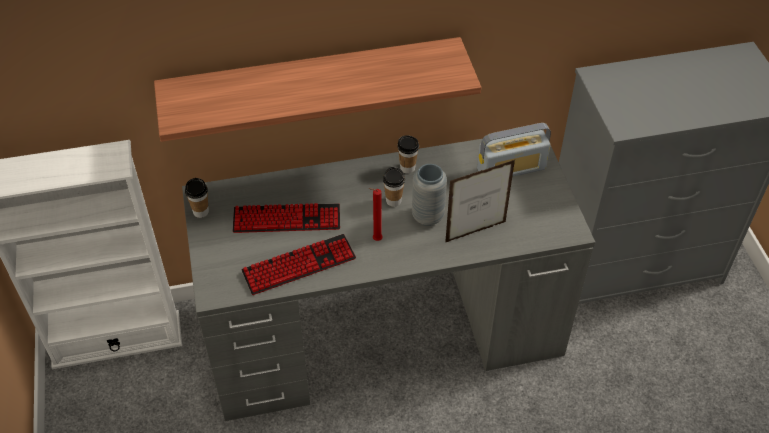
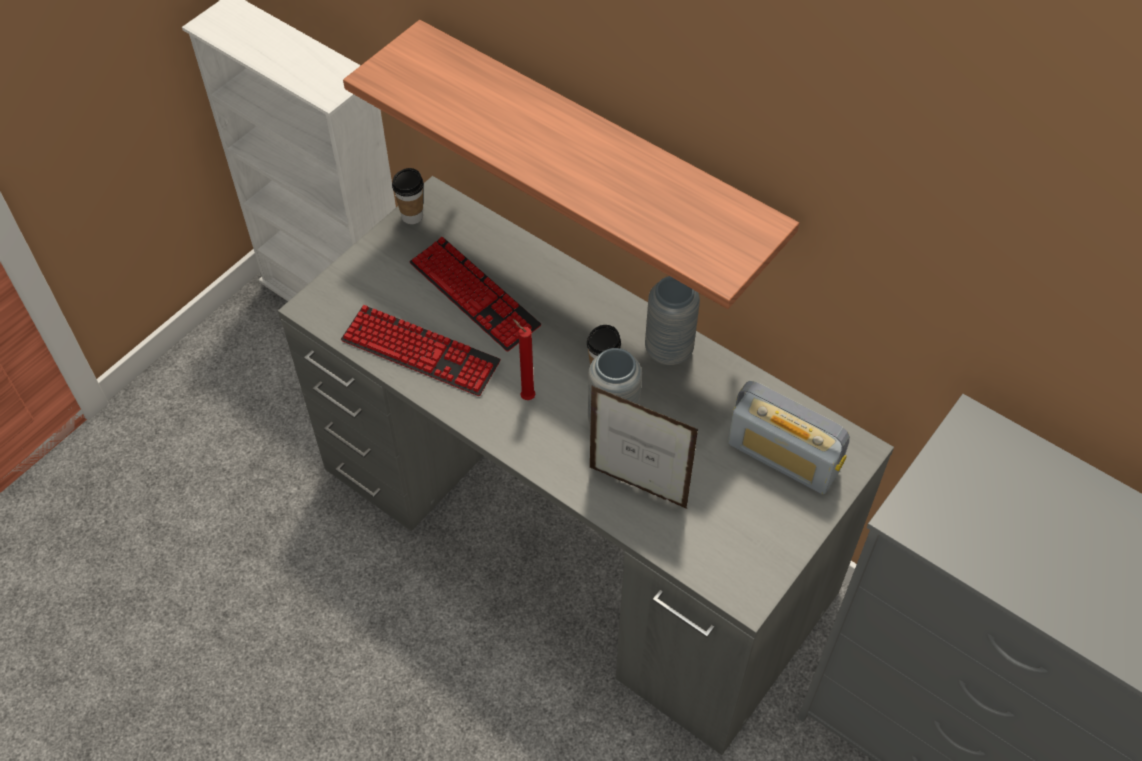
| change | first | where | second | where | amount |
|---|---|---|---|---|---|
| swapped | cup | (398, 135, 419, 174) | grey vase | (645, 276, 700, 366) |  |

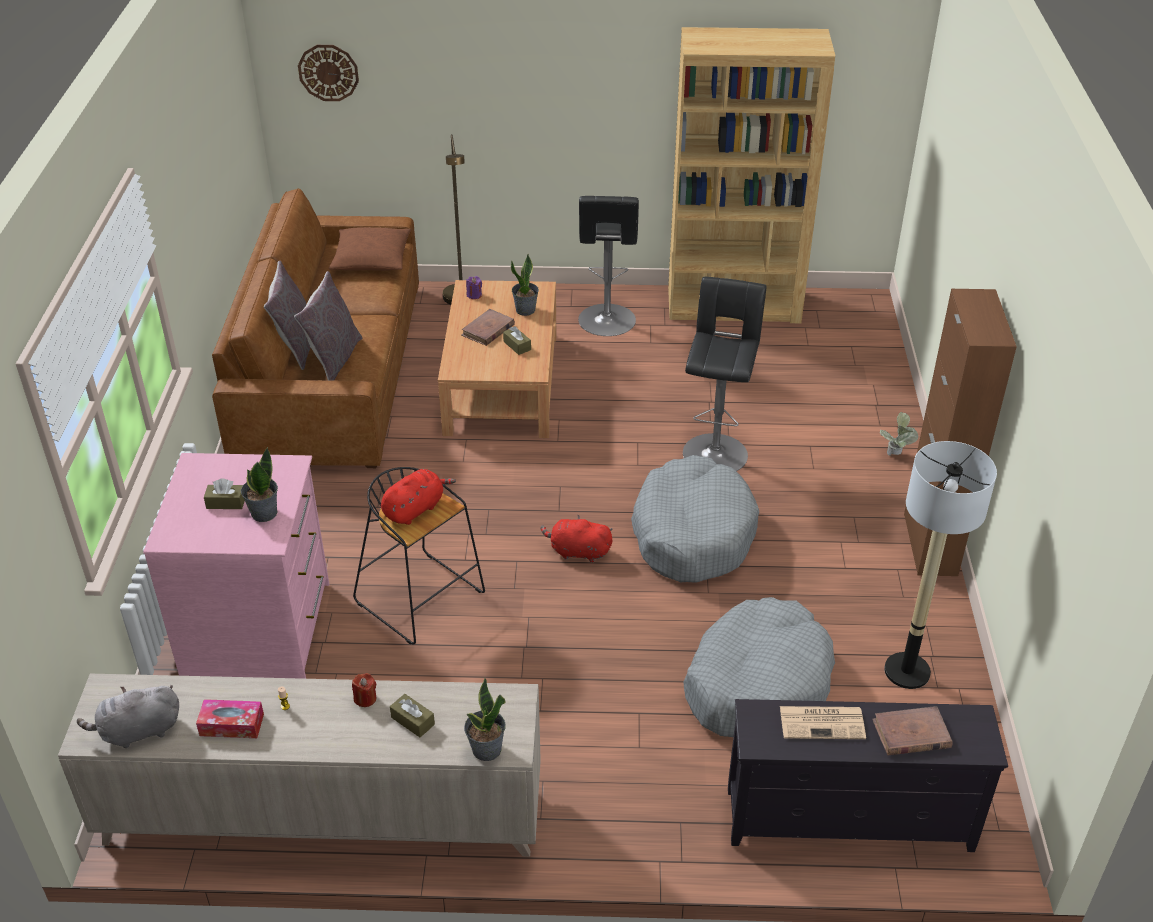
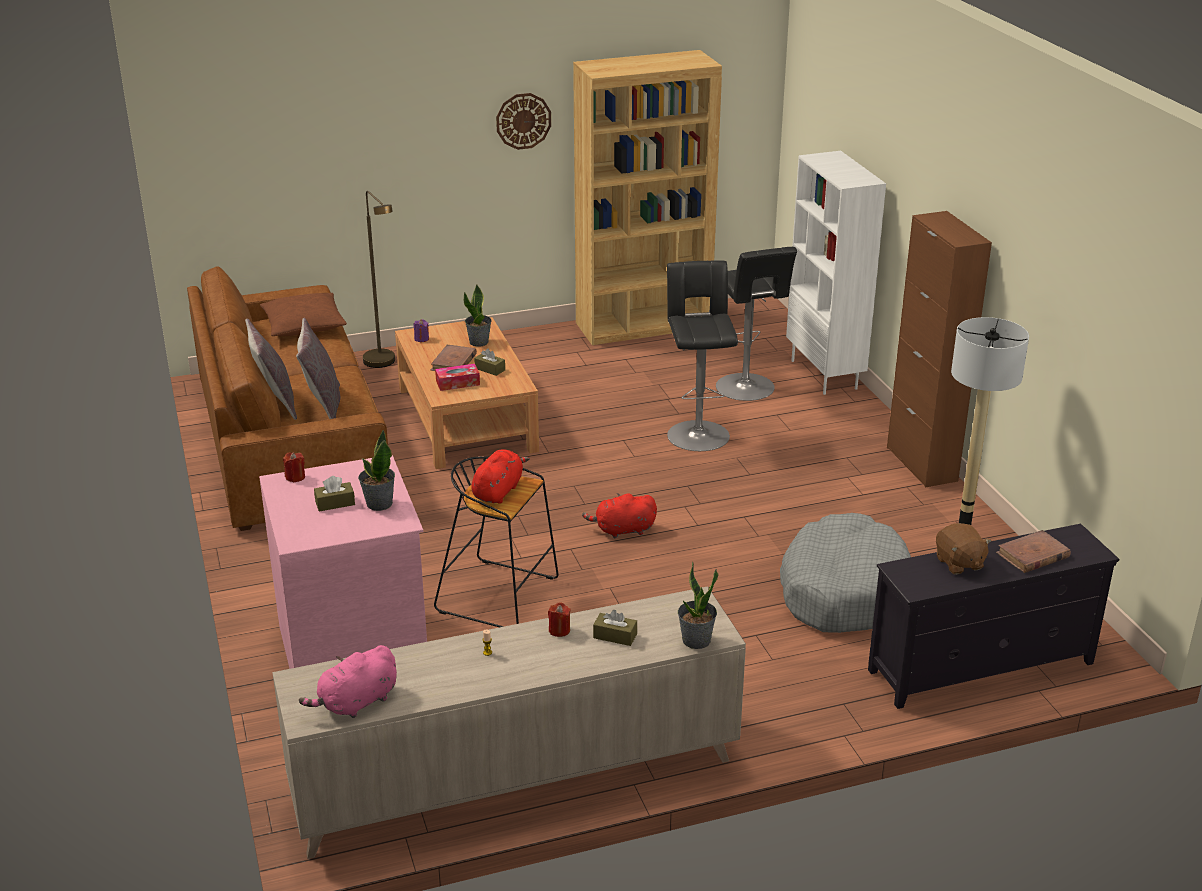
| change | first | where | second | where | amount |
|---|---|---|---|---|---|
| gone | grey dog bed | (631, 455, 759, 583) |  |  |  |
| gone | potted plant | (880, 412, 918, 455) |  |  |  |
| new |  |  | red candle | (283, 452, 305, 483) |  |
| new |  |  | white bookcase | (786, 151, 886, 395) |  |
| shifted | tissue box | (196, 699, 264, 738) |  | (435, 364, 480, 391) |  |
| shifted | wall clock | (298, 45, 359, 101) |  | (496, 93, 551, 150) |  |
| shifted | black stool | (578, 196, 639, 336) |  | (716, 247, 797, 401) |  |
| swapped | newspaper | (780, 706, 866, 739) | brown plush toy | (936, 523, 991, 575) |  |
| repainted | grey plush toy | (77, 685, 179, 748) | pink plush toy | (299, 645, 397, 718) |  |

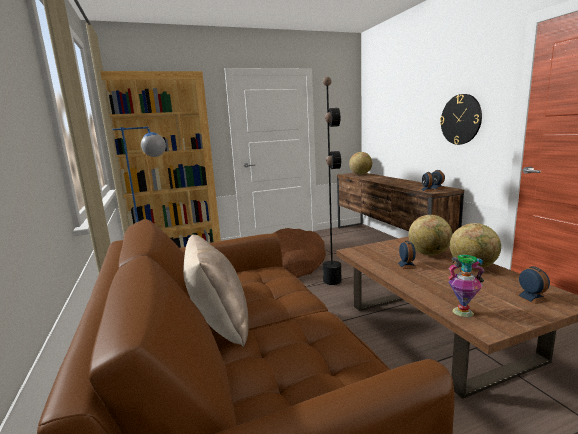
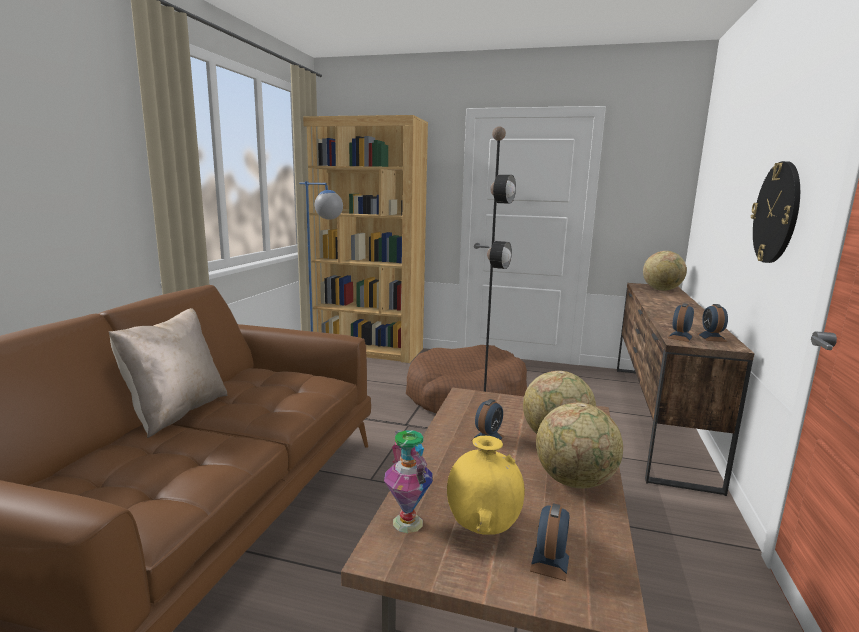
| change | first | where | second | where | amount |
|---|---|---|---|---|---|
| new |  |  | yellow vase | (447, 436, 525, 535) |  |

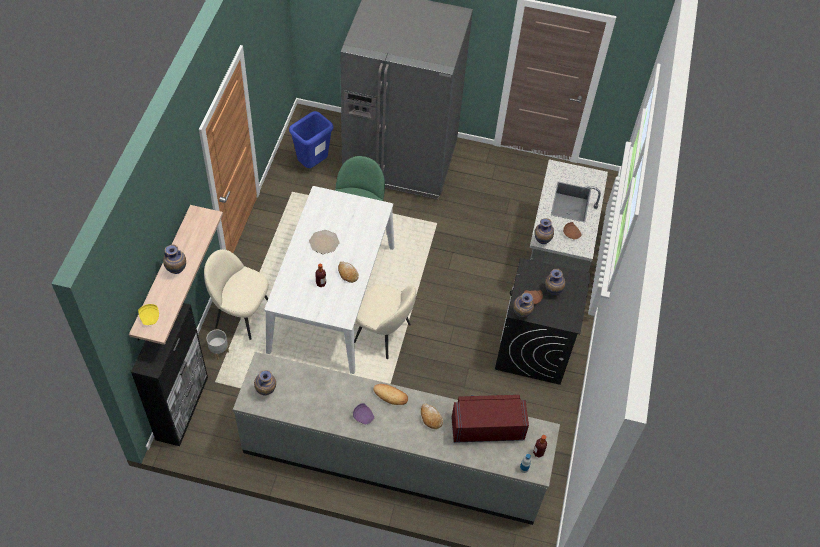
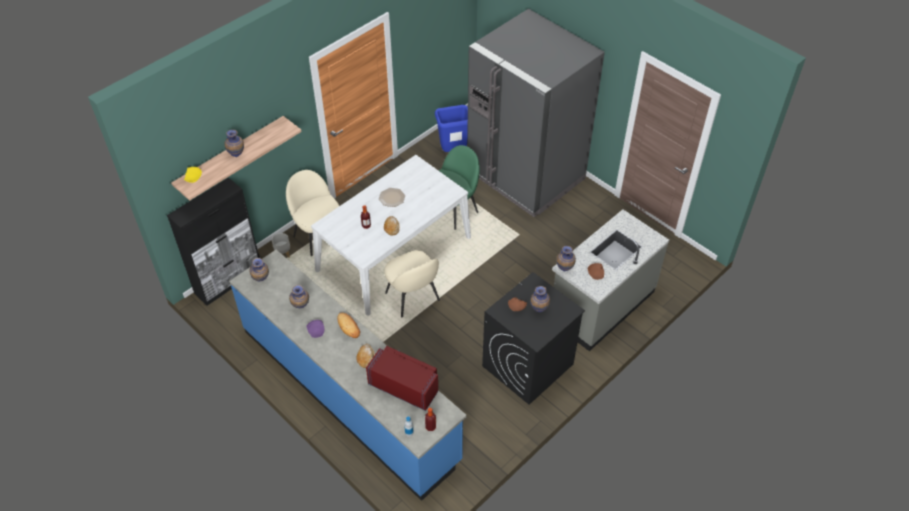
| change | first | where | second | where | amount |
|---|---|---|---|---|---|
| shifted | vase | (513, 293, 534, 317) |  | (289, 285, 309, 308) |  |
| repainted | grey counter | (233, 352, 560, 525) | blue counter | (229, 250, 467, 501) |  |

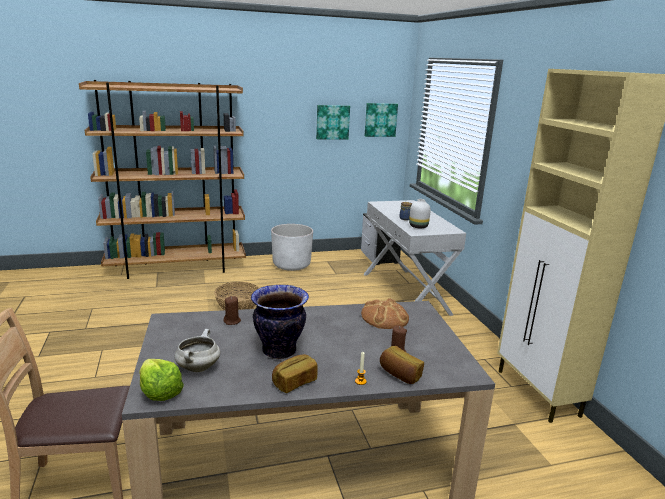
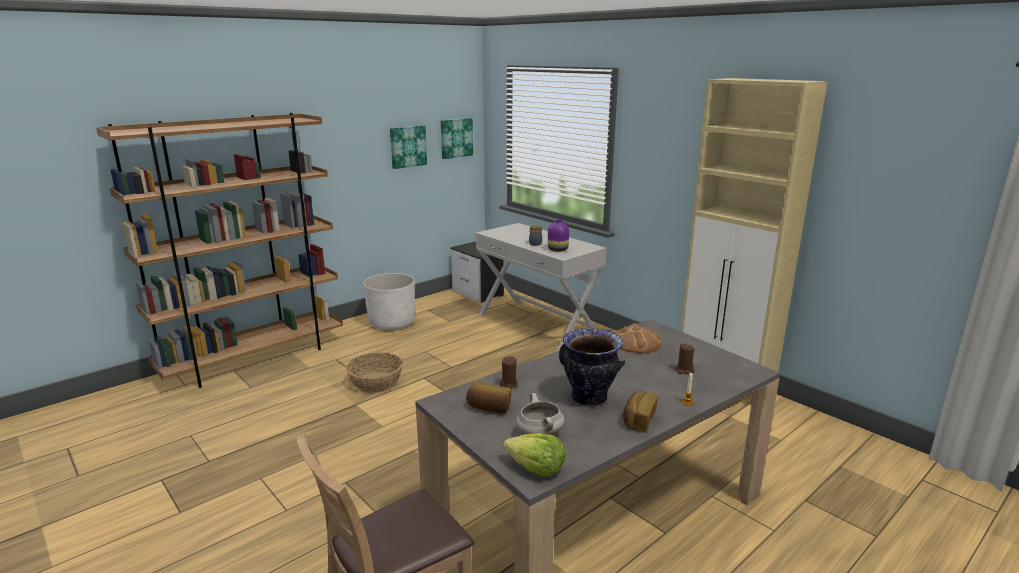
| change | first | where | second | where | amount |
|---|---|---|---|---|---|
| shifted | bread | (380, 346, 424, 384) |  | (466, 381, 511, 414) |  |
| repainted | white vase | (409, 199, 431, 228) | purple vase | (548, 220, 569, 252) |  |

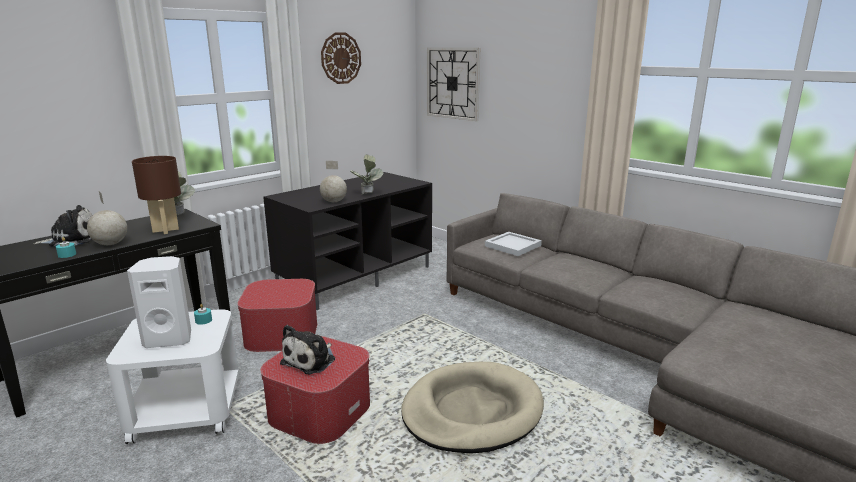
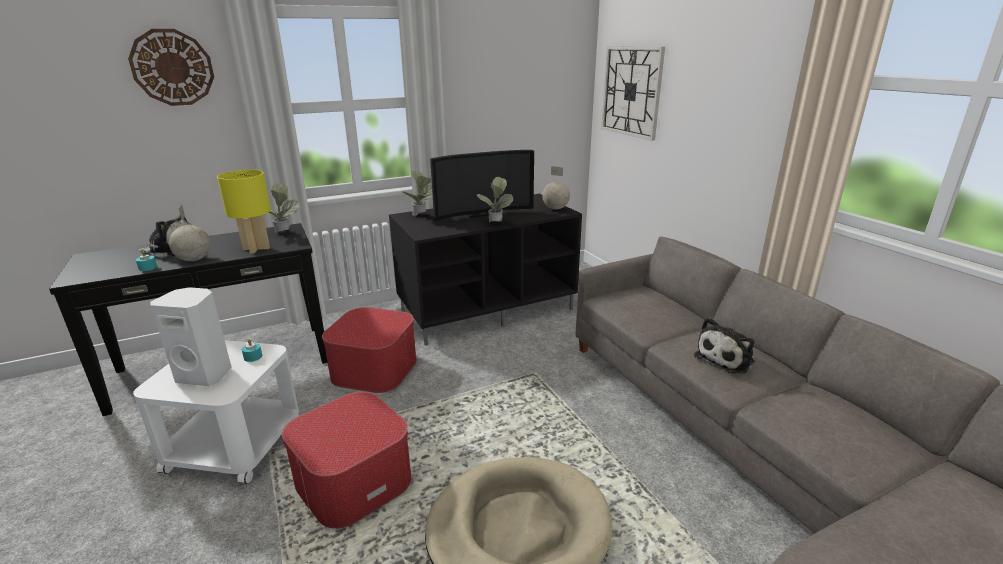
| change | first | where | second | where | amount |
|---|---|---|---|---|---|
| gone | white tray | (485, 232, 542, 256) |  |  |  |
| new |  |  | potted plant | (401, 171, 433, 216) |  |
| new |  |  | television | (430, 150, 534, 221) |  |
| shifted | plush toy | (280, 325, 335, 374) |  | (694, 318, 755, 374) |  |
| shifted | globe | (320, 161, 347, 202) |  | (542, 166, 570, 210) |  |
| shifted | wall clock | (321, 32, 361, 84) |  | (128, 29, 214, 106) |  |
| repainted | brown table lamp | (132, 156, 181, 234) | yellow table lamp | (217, 170, 271, 254) |  |

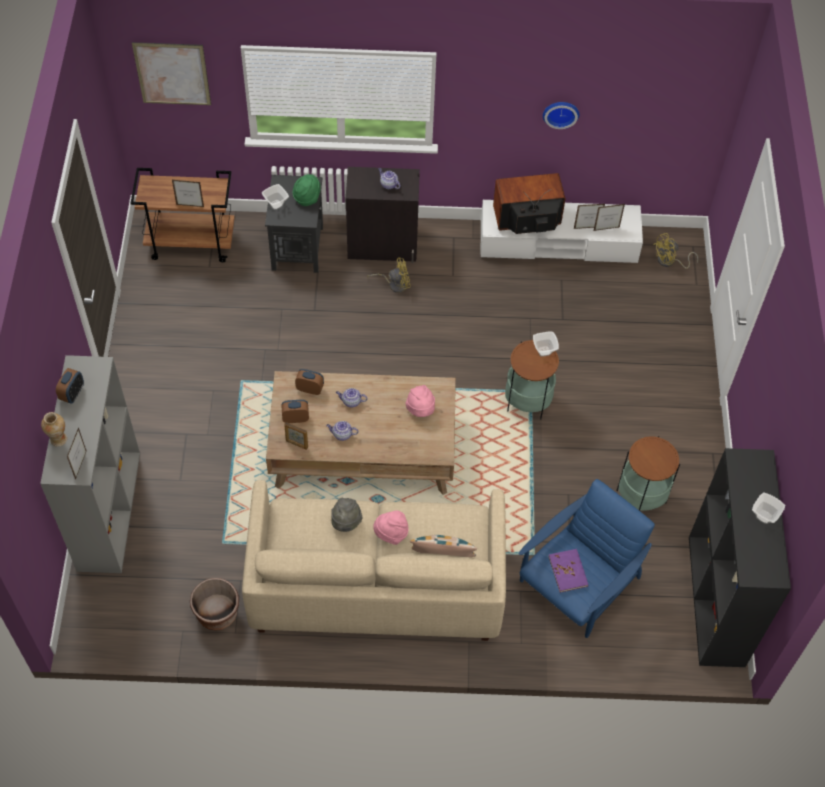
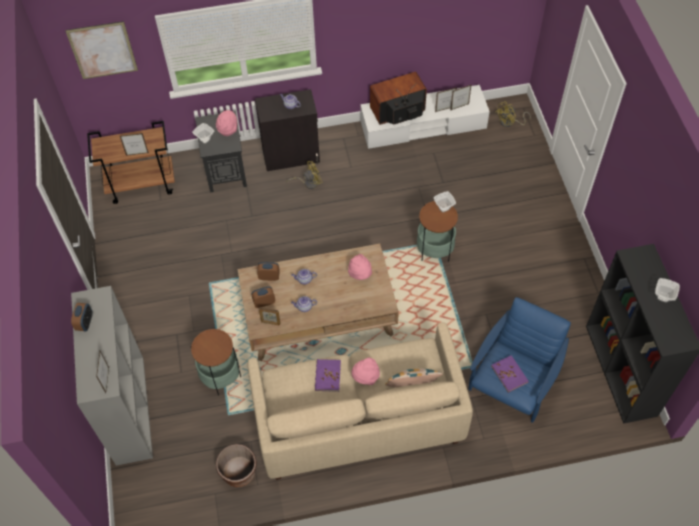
| change | first | where | second | where | amount |
|---|---|---|---|---|---|
| gone | vase | (41, 412, 67, 447) |  |  |  |
| gone | wall clock | (543, 102, 579, 129) |  |  |  |
| shifted | side table | (616, 436, 680, 511) |  | (190, 328, 241, 396) |  |
| swapped | grey hat | (331, 498, 363, 532) | purple book | (315, 359, 341, 392) |  |
| repainted | green hat | (293, 174, 320, 206) | pink hat | (216, 110, 237, 136) |  |

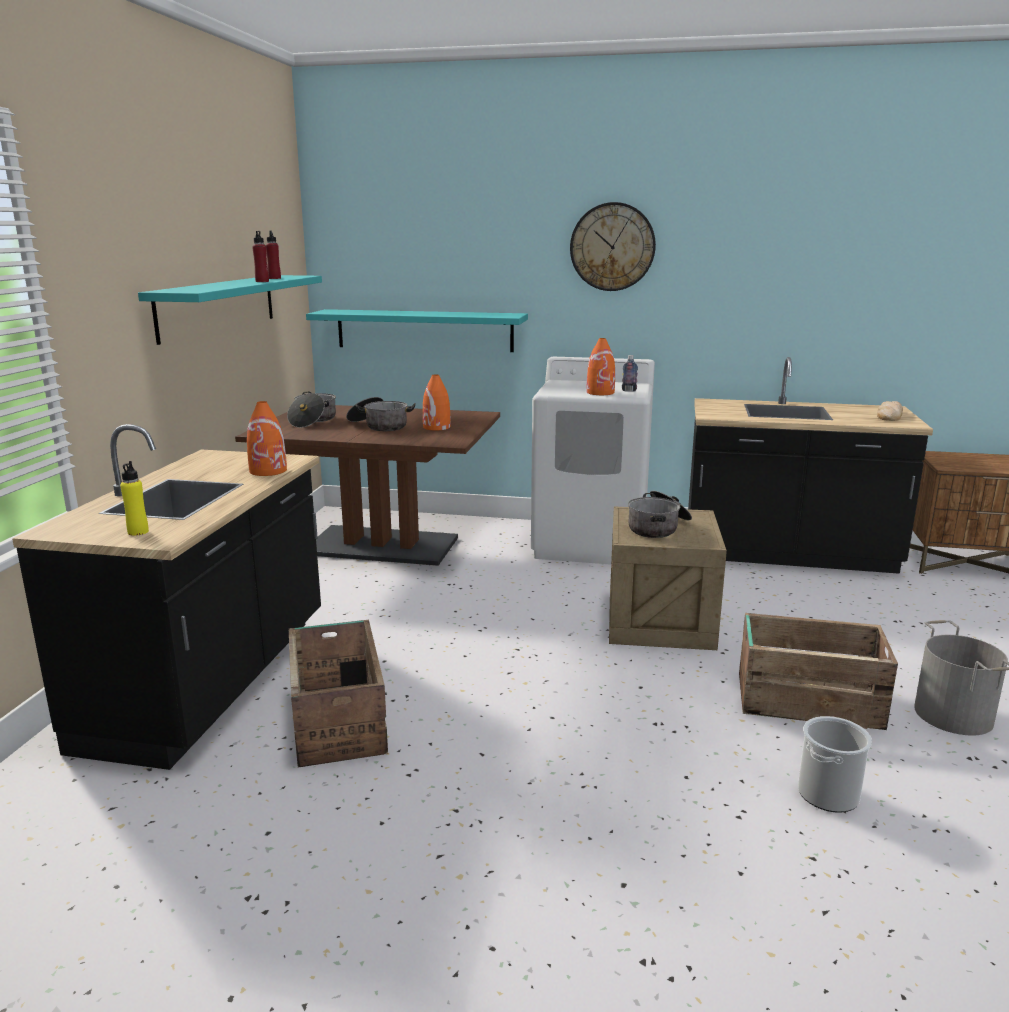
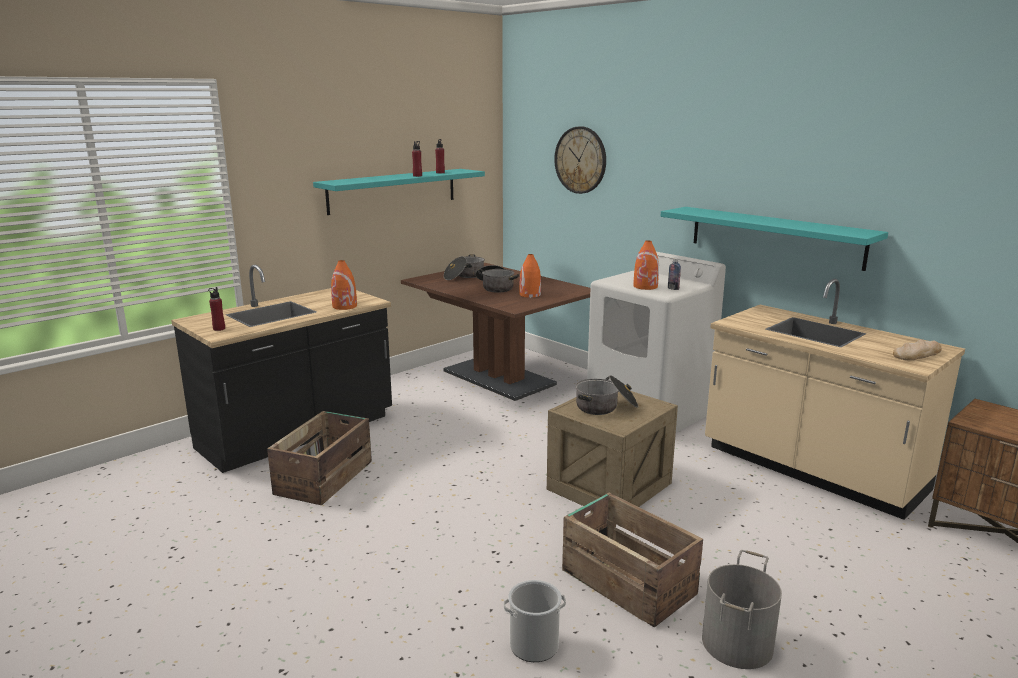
| change | first | where | second | where | amount |
|---|---|---|---|---|---|
| shifted | turquoise shelf | (306, 309, 528, 352) |  | (660, 207, 888, 271) |  |
| shifted | wall clock | (570, 202, 656, 291) |  | (554, 126, 606, 194) |  |
| repainted | yellow bottle | (120, 461, 149, 536) | red bottle | (208, 287, 225, 331) |  |
| repainted | black counter | (688, 357, 933, 574) | beige counter | (705, 279, 965, 520) |  |

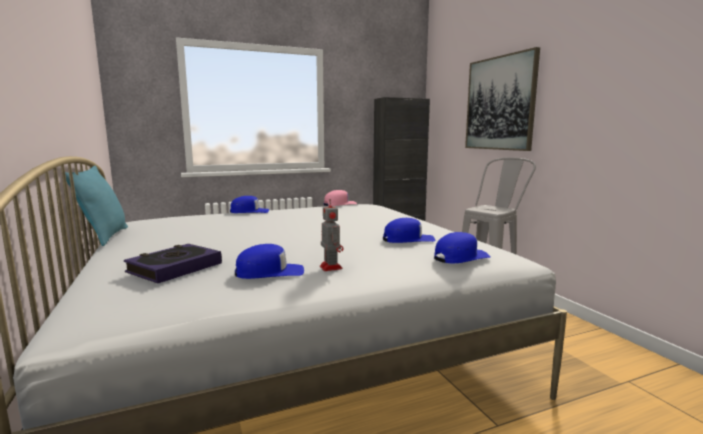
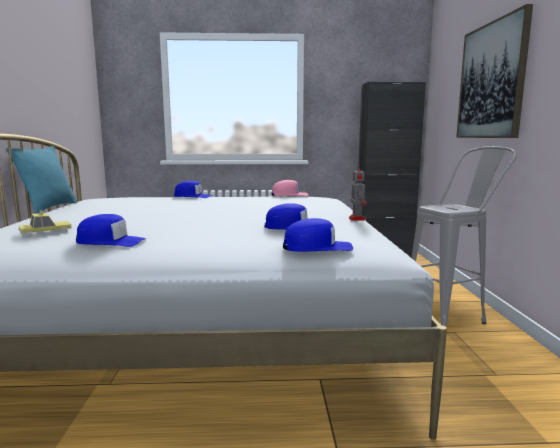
| change | first | where | second | where | amount |
|---|---|---|---|---|---|
| shifted | toy robot | (320, 199, 344, 271) |  | (349, 165, 367, 220) |  |
| swapped | book | (124, 244, 222, 283) | toy car | (19, 210, 72, 236) |  |

